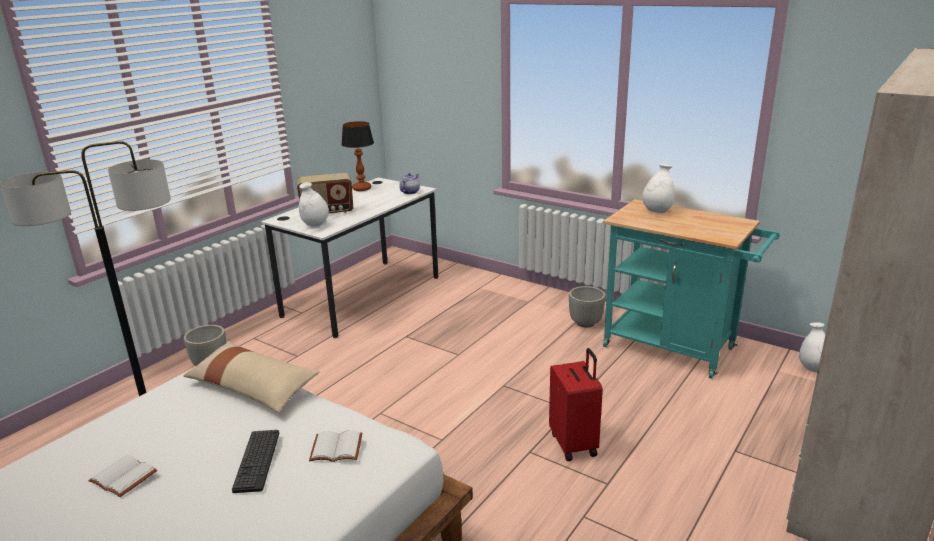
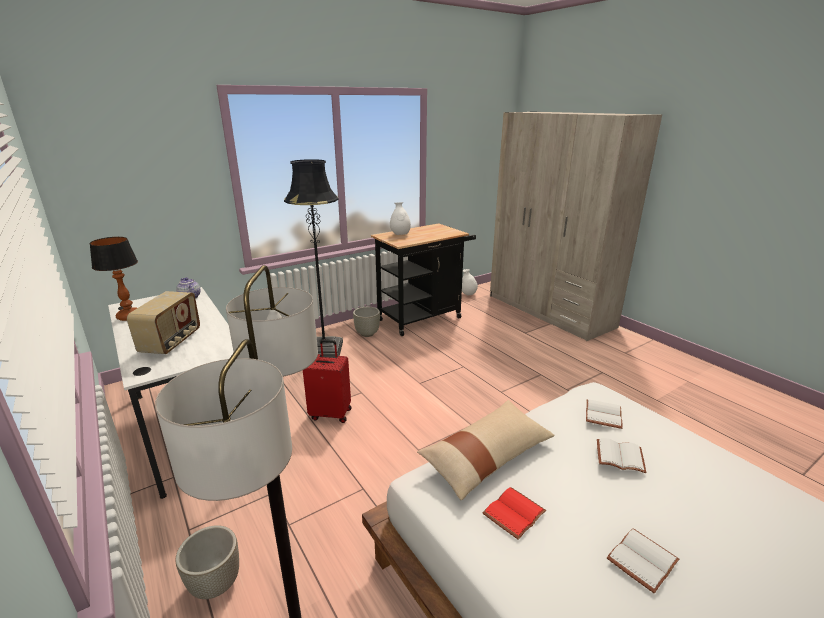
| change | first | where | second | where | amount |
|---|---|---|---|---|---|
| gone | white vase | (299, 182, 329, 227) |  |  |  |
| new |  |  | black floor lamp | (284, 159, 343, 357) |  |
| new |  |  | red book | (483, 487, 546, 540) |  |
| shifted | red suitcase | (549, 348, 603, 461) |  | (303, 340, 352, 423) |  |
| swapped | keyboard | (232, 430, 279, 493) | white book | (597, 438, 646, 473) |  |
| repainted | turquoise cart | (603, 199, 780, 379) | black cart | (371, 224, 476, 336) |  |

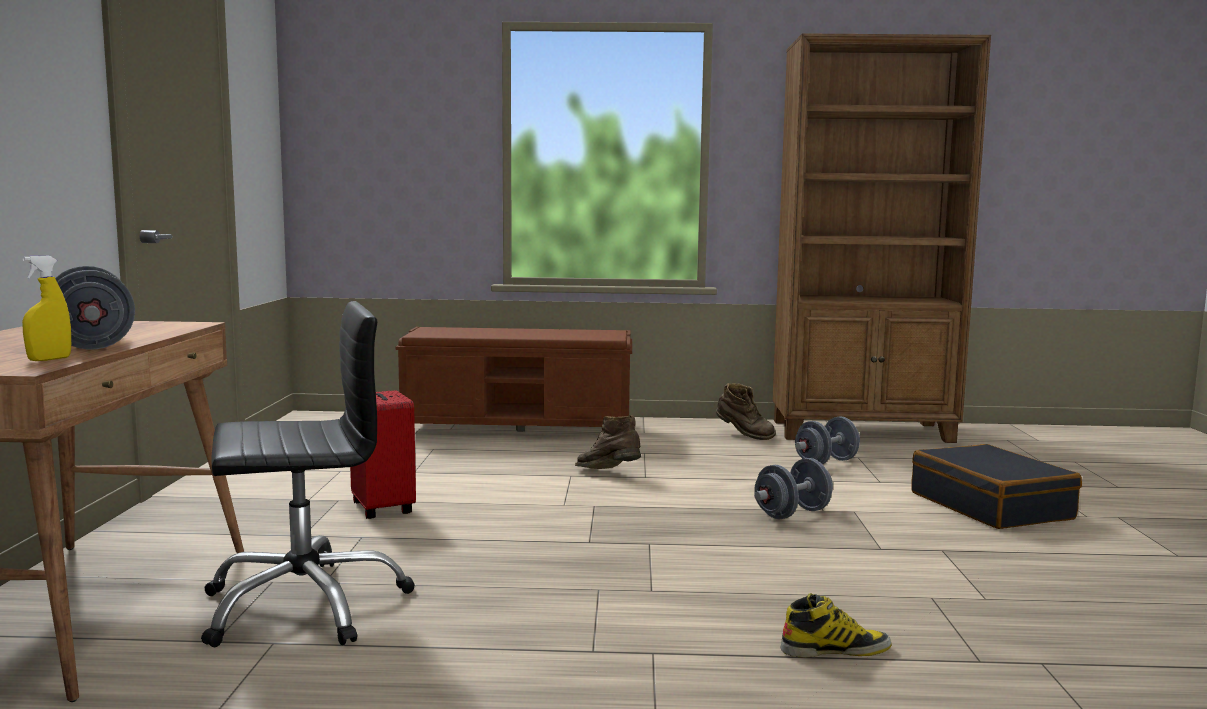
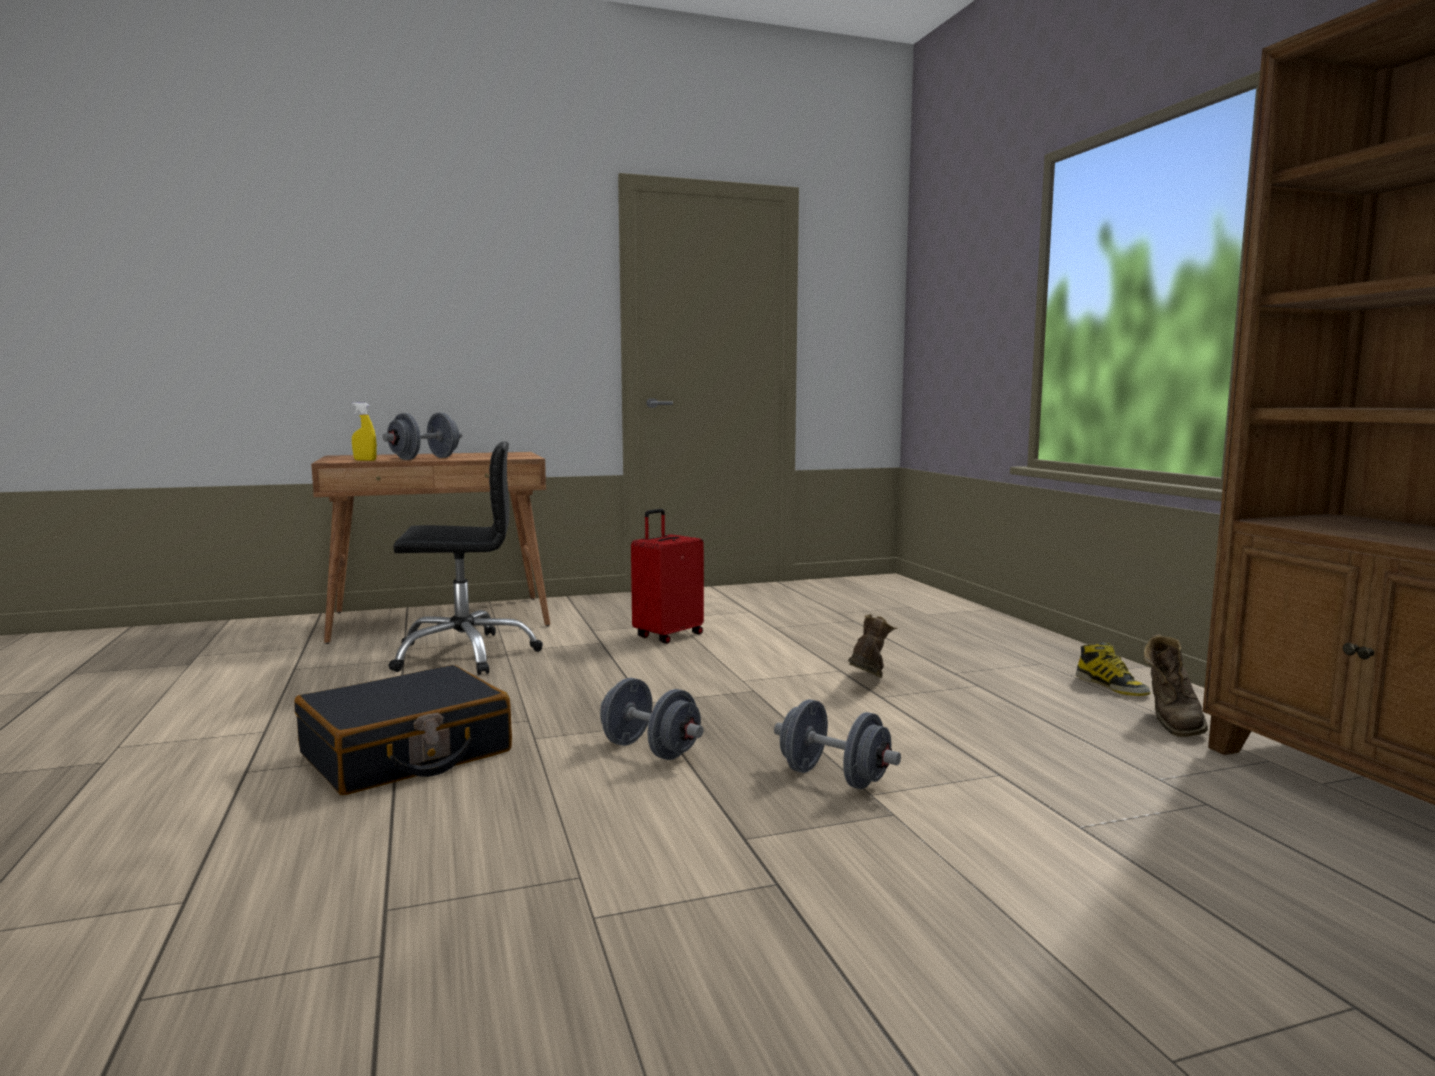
| change | first | where | second | where | amount |
|---|---|---|---|---|---|
| gone | brown bench | (396, 327, 632, 432) |  |  |  |
| shifted | boot | (781, 593, 892, 658) |  | (1076, 642, 1150, 696) |  |
| shifted | grey dumbbell | (795, 416, 860, 465) |  | (600, 678, 703, 760) |  |
| shifted | black suitcase | (911, 444, 1082, 529) |  | (294, 665, 512, 795) |  |
| rotated | black office chair | (201, 301, 415, 647) |  | (388, 441, 543, 675) | 60 degrees counterclockwise |

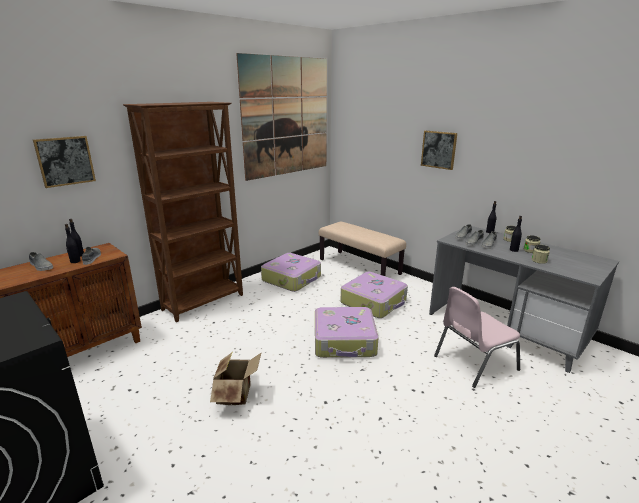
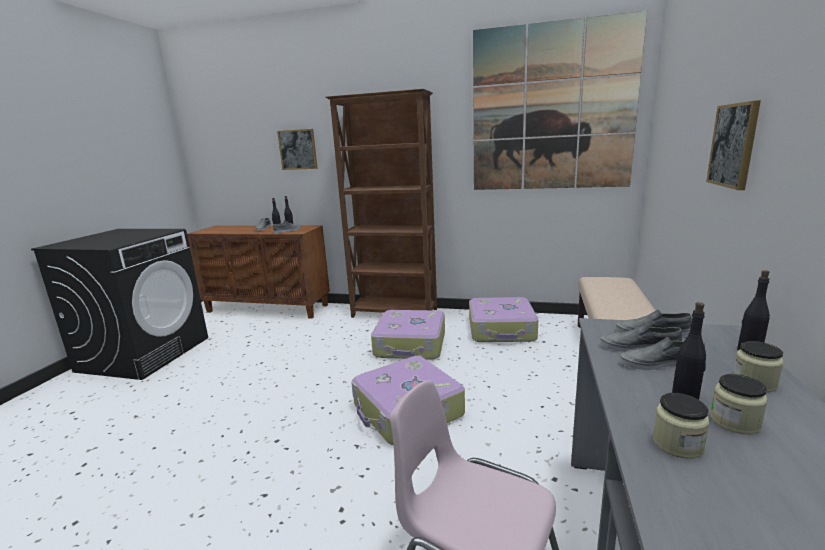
| change | first | where | second | where | amount |
|---|---|---|---|---|---|
| gone | cardboard box | (210, 352, 262, 405) |  |  |  |
| shifted | suitcase | (341, 272, 408, 318) |  | (371, 310, 445, 360) |  |

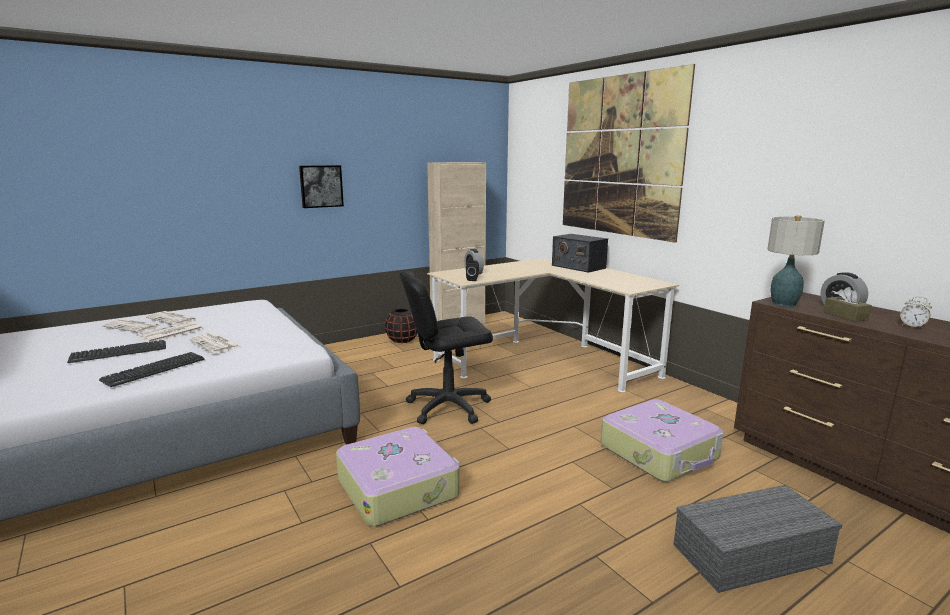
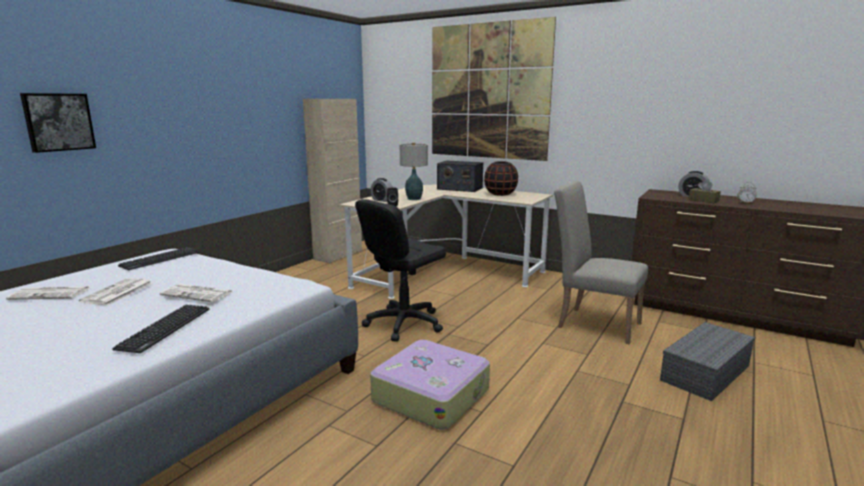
| change | first | where | second | where | amount |
|---|---|---|---|---|---|
| gone | newspaper | (145, 311, 197, 325) |  |  |  |
| shifted | keyboard | (67, 340, 166, 363) |  | (118, 247, 199, 270) |  |
| shifted | picture | (299, 165, 344, 208) |  | (20, 93, 96, 153) |  |
| shifted | black vase | (385, 309, 418, 343) |  | (484, 161, 518, 196) |  |
| shifted | table lamp | (767, 215, 825, 307) |  | (400, 142, 428, 200) |  |
| swapped | suitcase | (601, 399, 723, 482) | beige chair | (554, 181, 648, 344) |  |

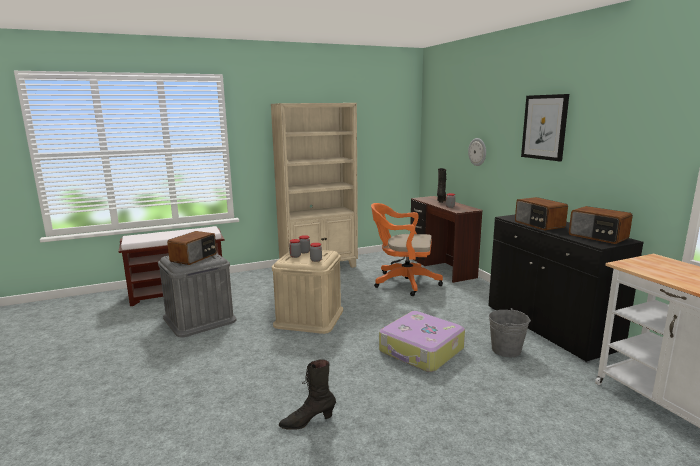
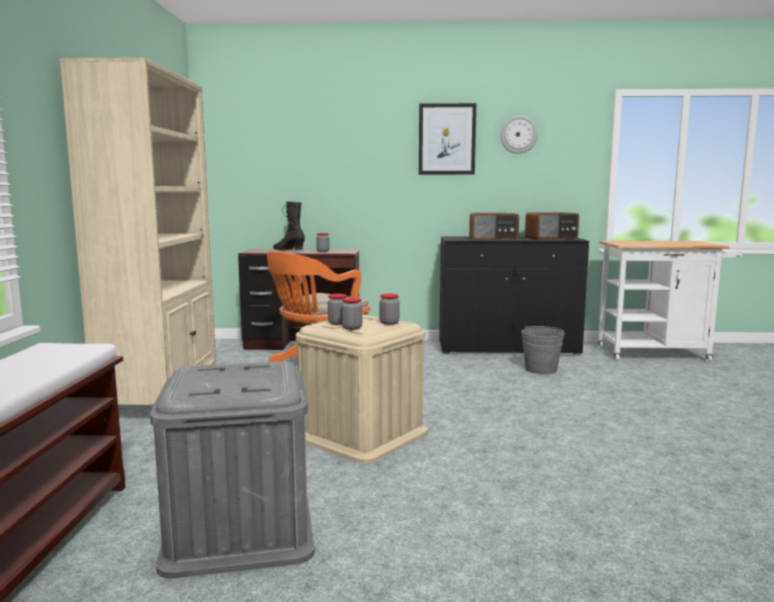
| change | first | where | second | where | amount |
|---|---|---|---|---|---|
| gone | radio | (167, 231, 217, 265) |  |  |  |
| gone | black boot | (279, 359, 336, 430) |  |  |  |
| gone | suitcase | (379, 311, 465, 372) |  |  |  |
| shifted | wall clock | (468, 138, 486, 166) |  | (500, 115, 538, 154) |  |

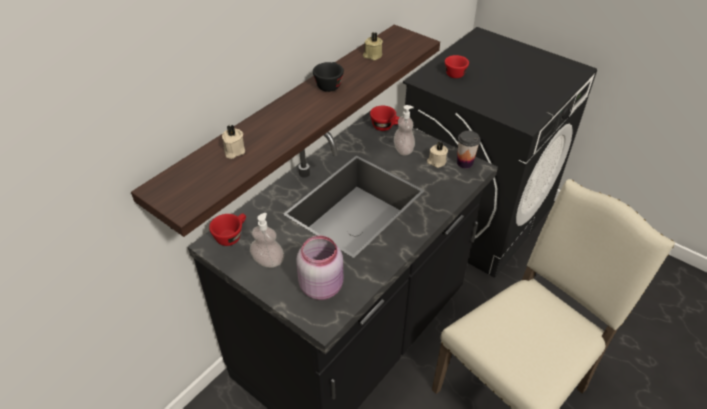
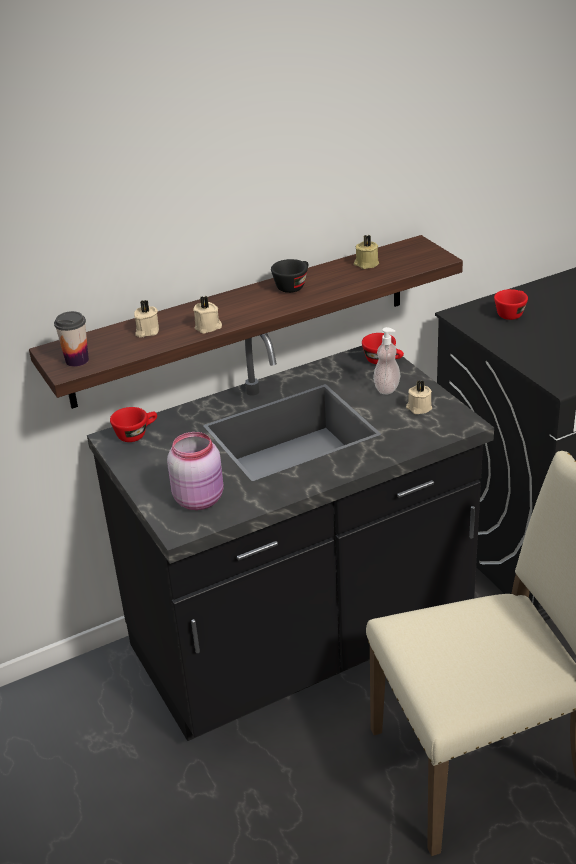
| change | first | where | second | where | amount |
|---|---|---|---|---|---|
| gone | soap dispenser | (250, 213, 284, 268) |  |  |  |
| new |  |  | beige candle | (193, 296, 222, 334) |  |
| shifted | cup | (457, 131, 480, 169) |  | (54, 311, 89, 367) |  |

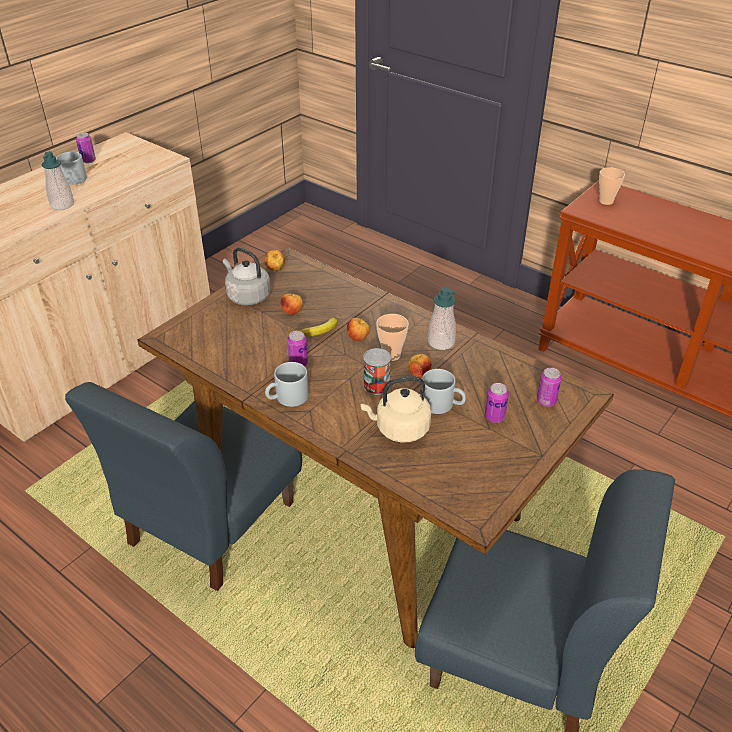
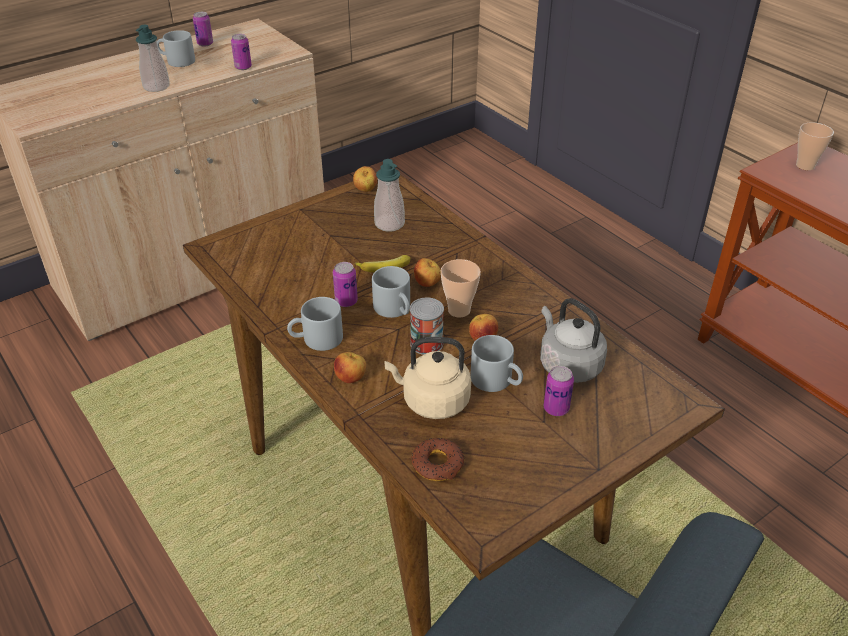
| change | first | where | second | where | amount |
|---|---|---|---|---|---|
| gone | blue chair | (65, 382, 302, 591) |  |  |  |
| new |  |  | grey mug | (372, 266, 410, 318) |  |
| new |  |  | donut | (411, 438, 464, 481) |  |
| shifted | grey kettle | (223, 247, 271, 305) |  | (540, 298, 607, 383) |  |
| shifted | apple | (281, 293, 303, 315) |  | (334, 352, 366, 383) |  |
| shifted | soap dispenser | (428, 287, 456, 350) |  | (374, 159, 405, 232) |  |
| shifted | can | (537, 368, 562, 407) |  | (231, 34, 252, 70) |  |

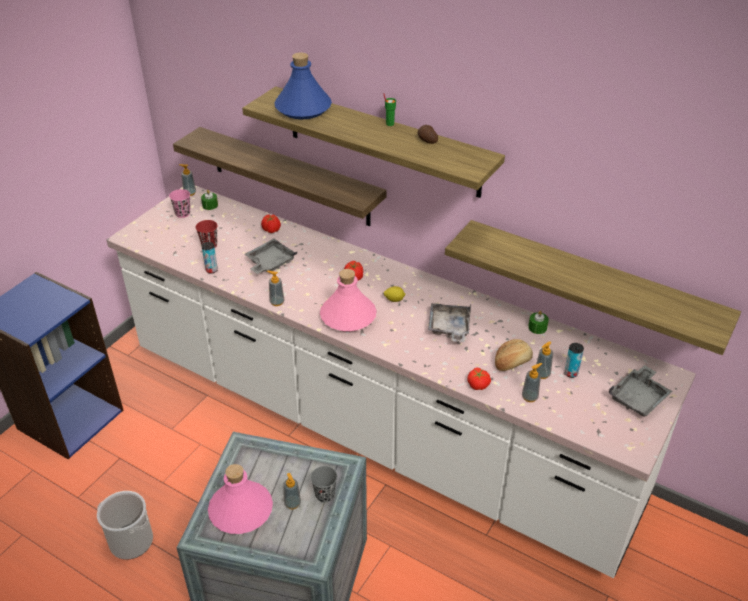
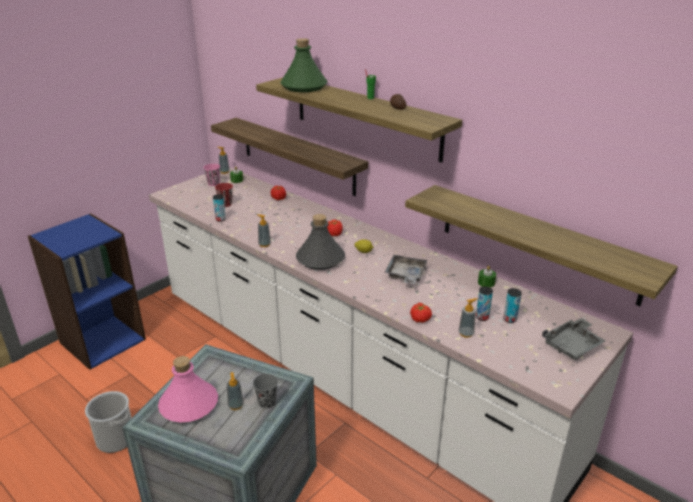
| change | first | where | second | where | amount |
|---|---|---|---|---|---|
| gone | grey tray | (244, 239, 297, 274) |  |  |  |
| gone | bread | (495, 339, 533, 371) |  |  |  |
| swapped | soap dispenser | (536, 341, 553, 379) | can | (476, 286, 493, 321) |  |
| repainted | blue bottle | (274, 52, 332, 119) | green bottle | (280, 38, 327, 92) |  |
| repainted | pink bottle | (320, 269, 377, 332) | grey bottle | (296, 214, 345, 270) |  |

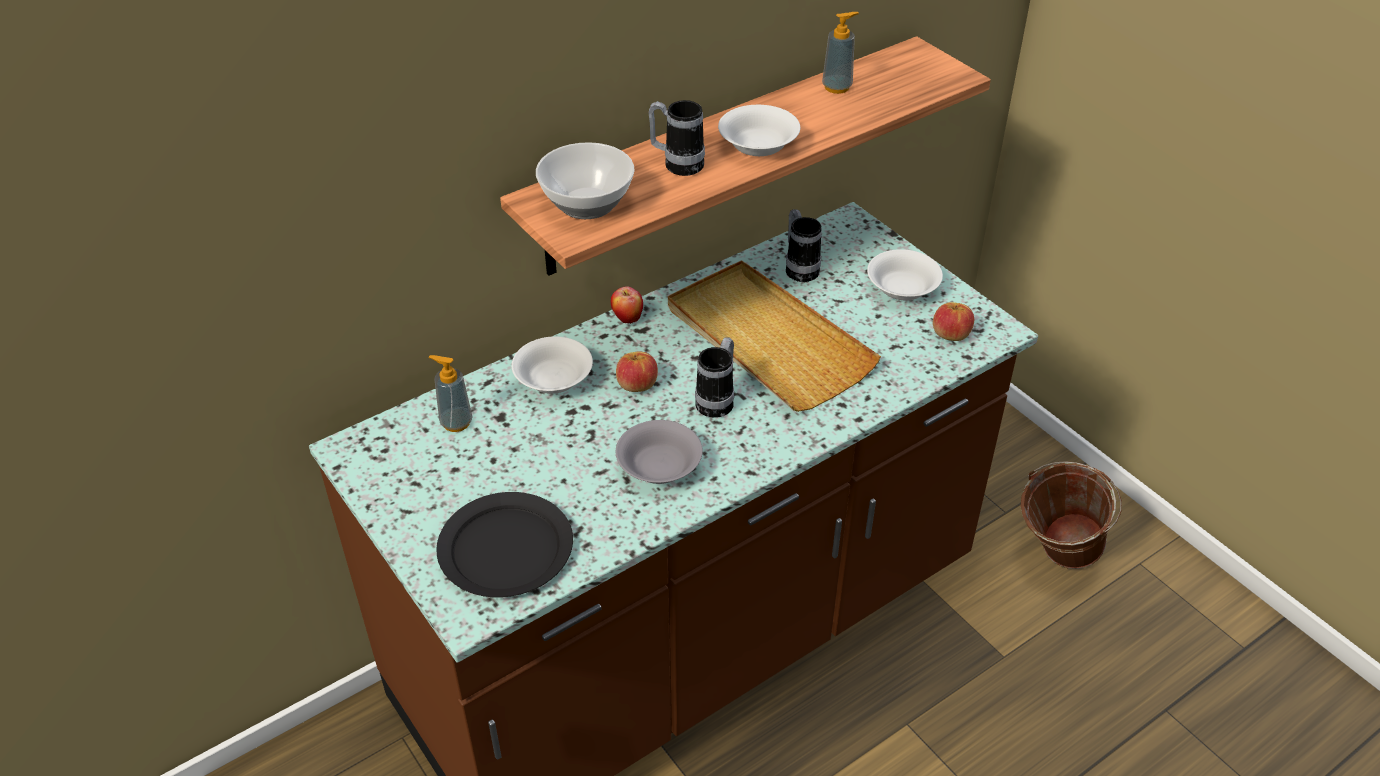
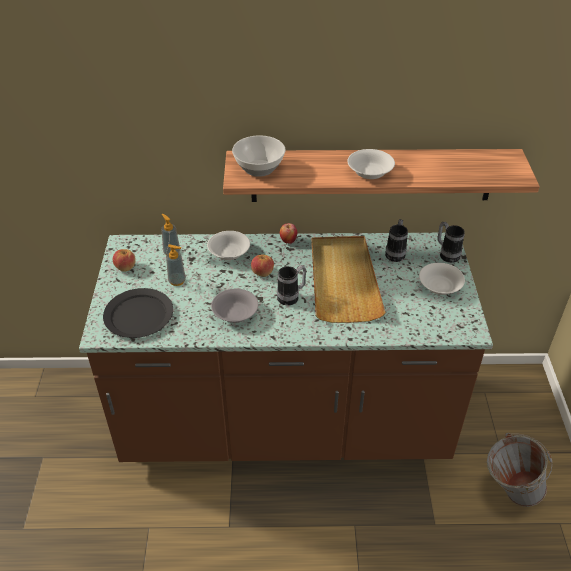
| change | first | where | second | where | amount |
|---|---|---|---|---|---|
| shifted | mug | (649, 100, 705, 176) |  | (437, 222, 465, 263) |  |
| shifted | soap dispenser | (822, 12, 859, 94) |  | (166, 244, 186, 286) |  |
| shifted | apple | (933, 302, 974, 341) |  | (113, 249, 136, 272) |  |
| repainted | brown bucket | (1021, 461, 1122, 569) | grey bucket | (487, 433, 552, 507) |  |

